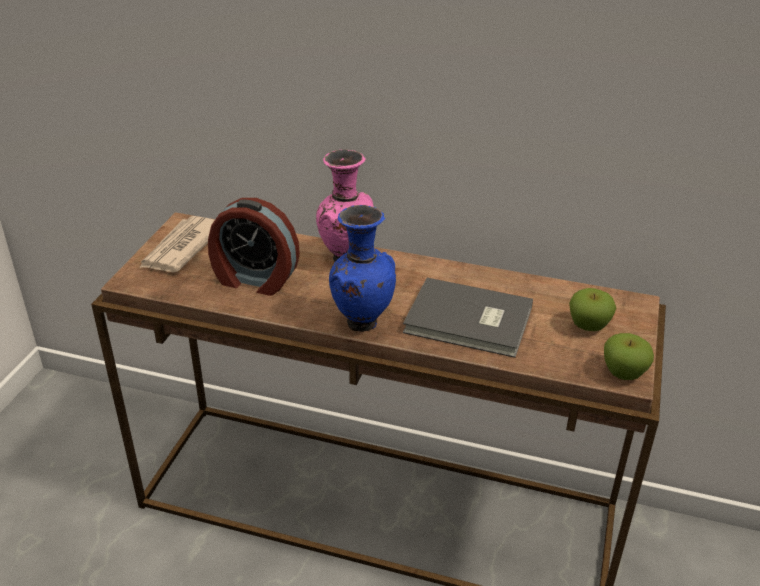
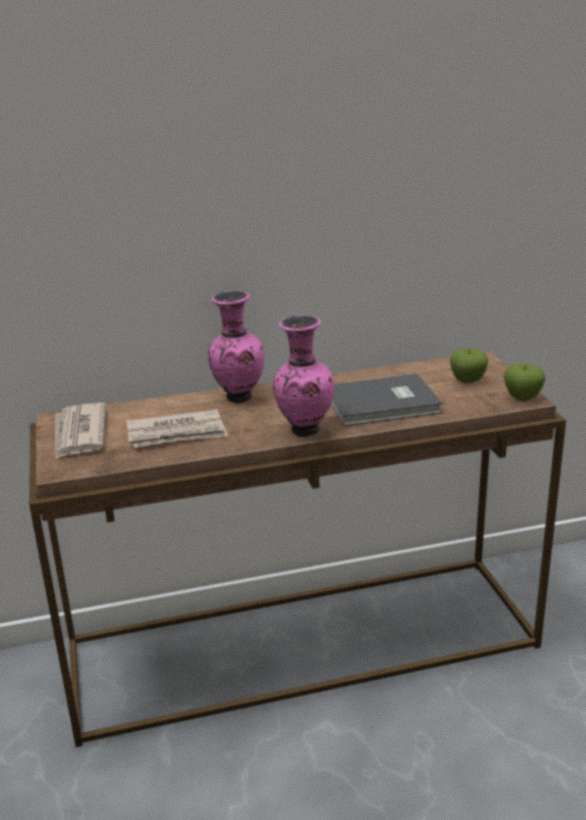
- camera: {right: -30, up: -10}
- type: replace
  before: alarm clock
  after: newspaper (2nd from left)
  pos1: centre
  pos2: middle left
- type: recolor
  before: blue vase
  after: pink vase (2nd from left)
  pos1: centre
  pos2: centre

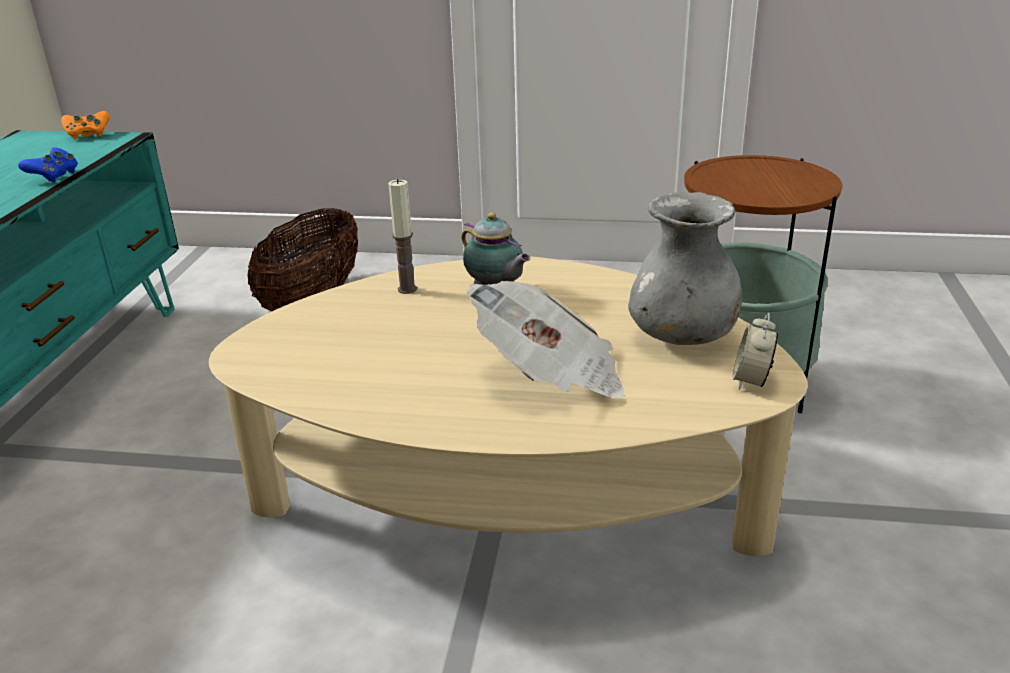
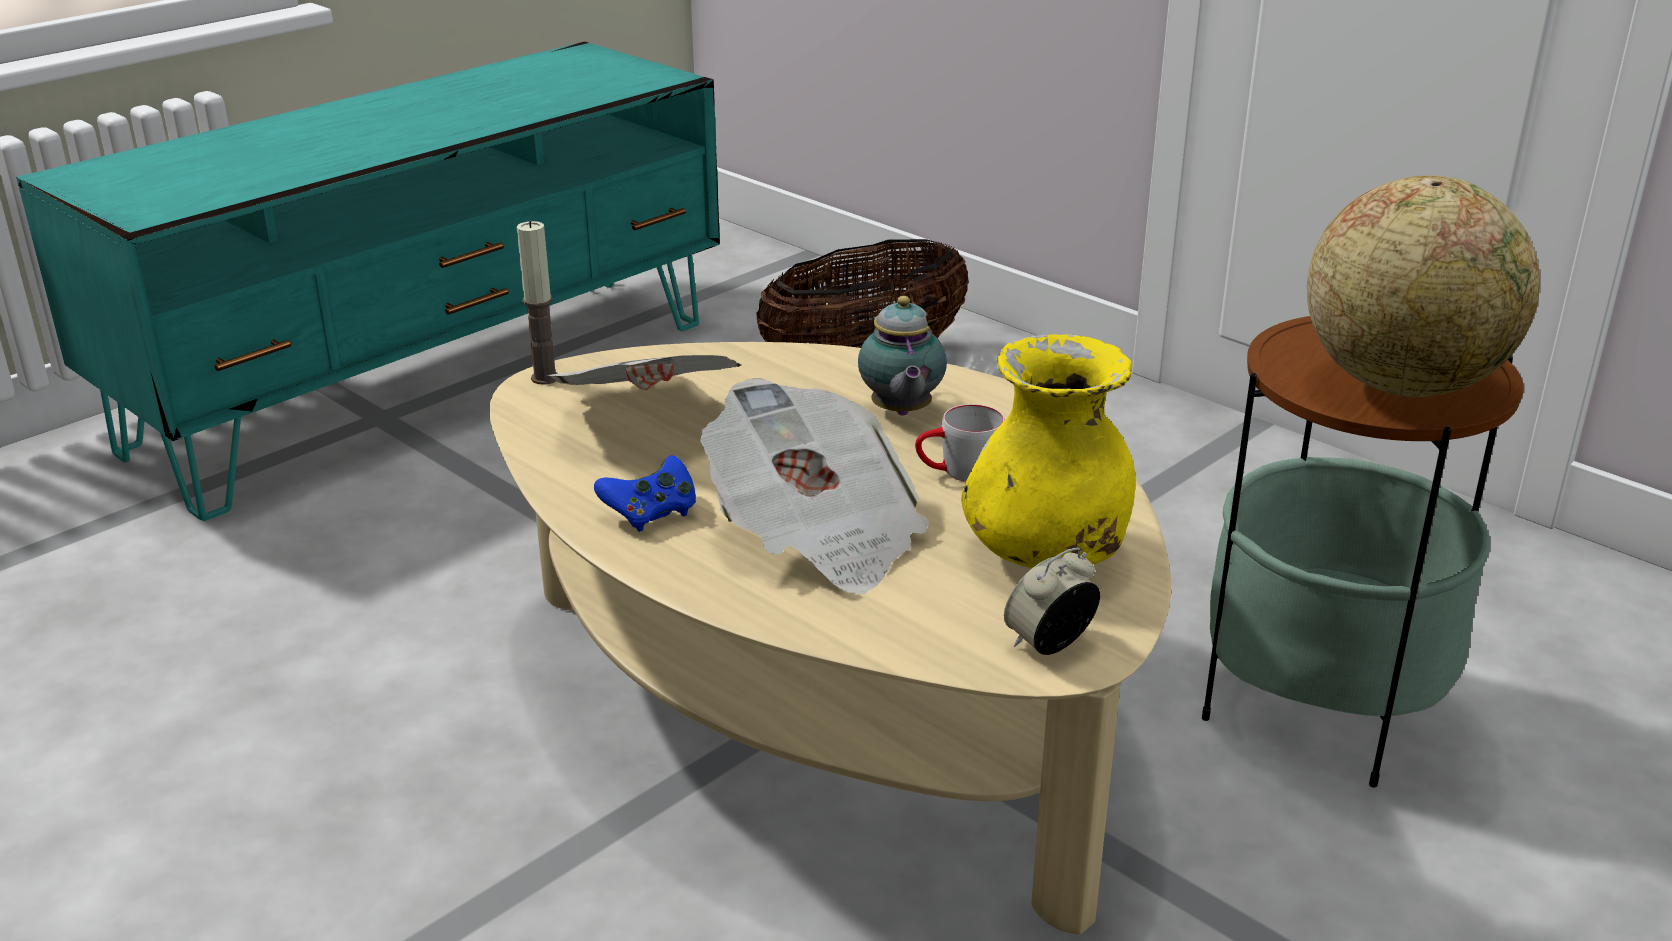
- camera: {right: 35, up: 0}
- type: move
  before: blue game controller
  pos1: top left
  pos2: centre
- type: delete
  before: orange game controller
  pos1: top left
- type: move
  before: candle
  pos1: centre
  pos2: top left
- type: recolor
  before: grey vase
  after: yellow vase
  pos1: middle right
  pos2: centre
- type: insert
  after: newspaper (1st from left)
  pos2: centre
- type: insert
  after: grey mug
  pos2: centre
- type: insert
  after: globe
  pos2: top right

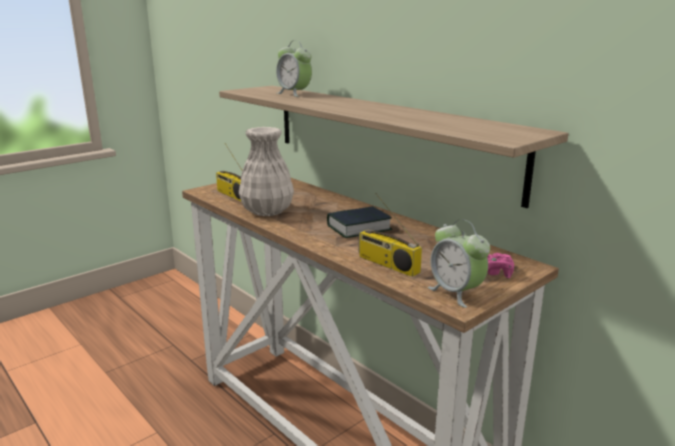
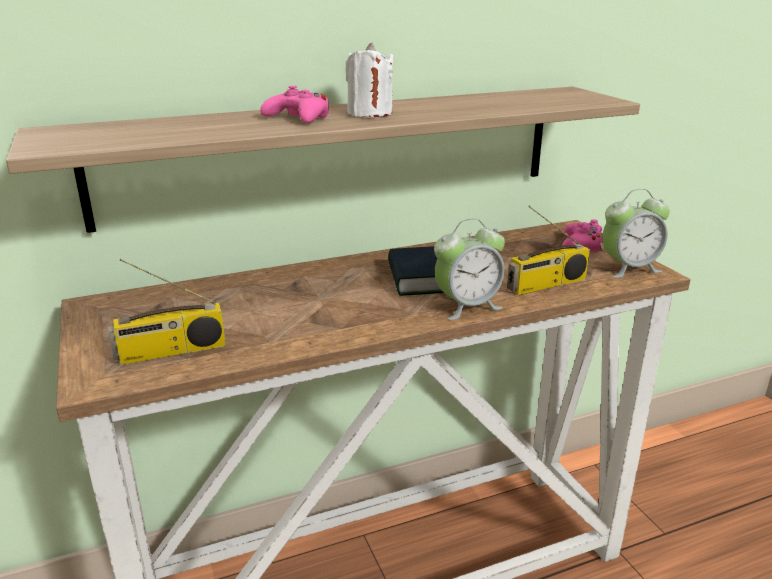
- camera: {right: -70, up: 5}
- type: delete
  before: white vase
  pos1: centre
- type: move
  before: alarm clock (1st from left)
  pos1: top centre
  pos2: centre
- type: insert
  after: pink game controller (1st from left)
  pos2: top centre
- type: insert
  after: white candle
  pos2: top centre

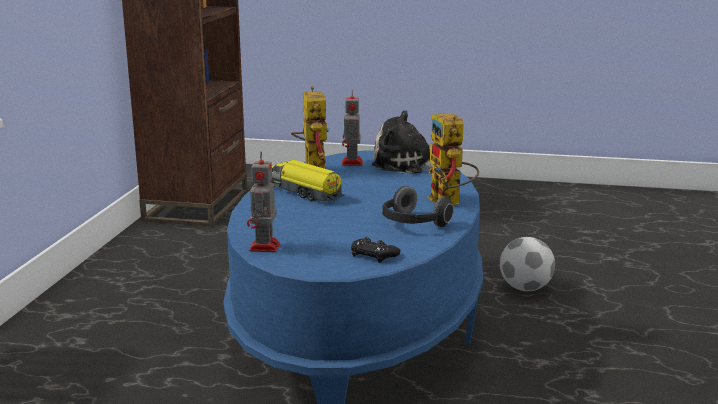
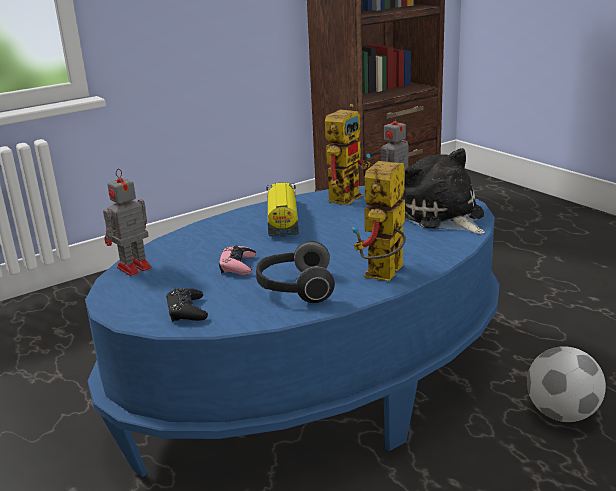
- camera: {right: 45, up: 5}
- type: insert
  after: pink game controller
  pos2: centre

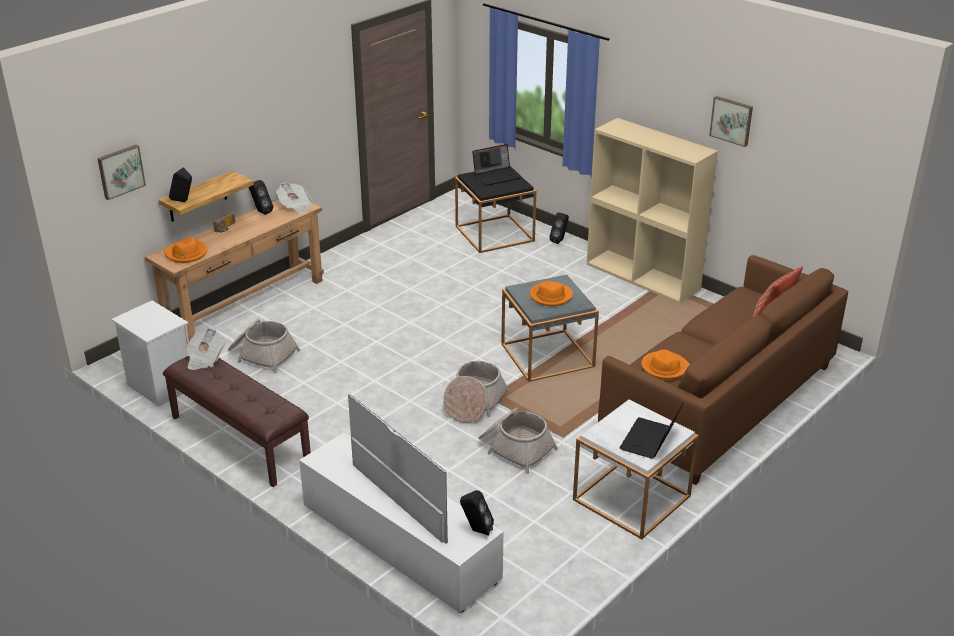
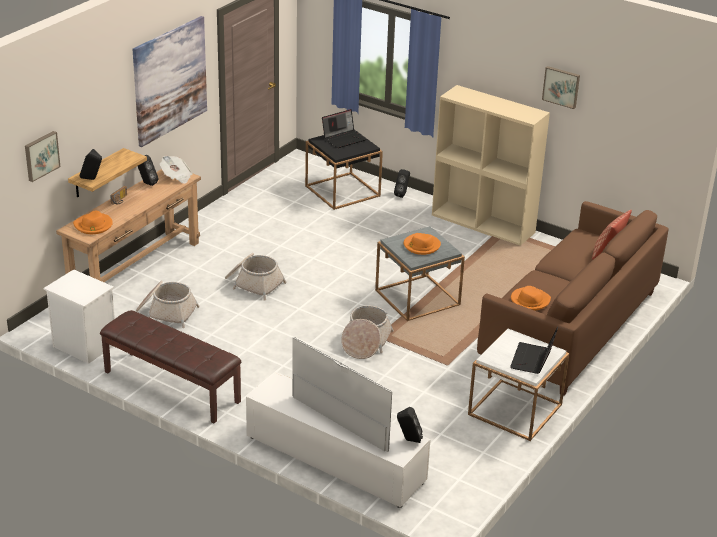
- camera: {right: -10, up: 0}
- type: delete
  before: newspaper (1st from left)
  pos1: middle left
- type: move
  before: basket (3rd from left in the first image)
  after: basket (2nd from left)
  pos1: bottom centre
  pos2: centre
- type: insert
  after: picture (2nd from left)
  pos2: top left

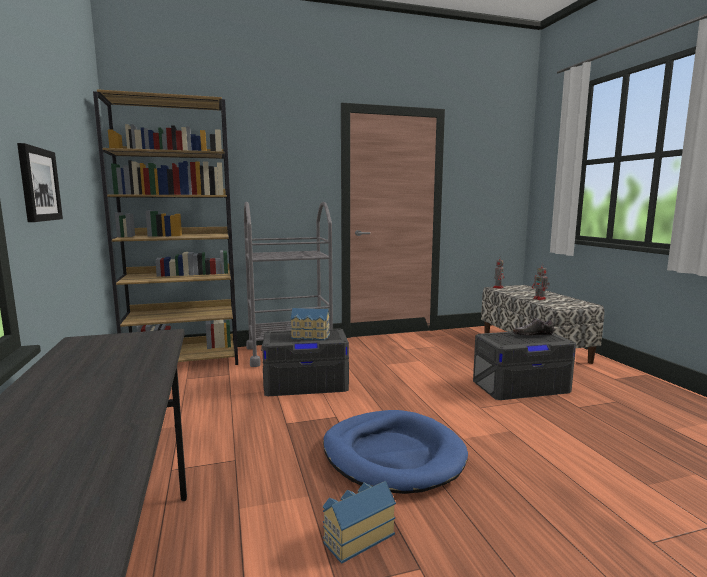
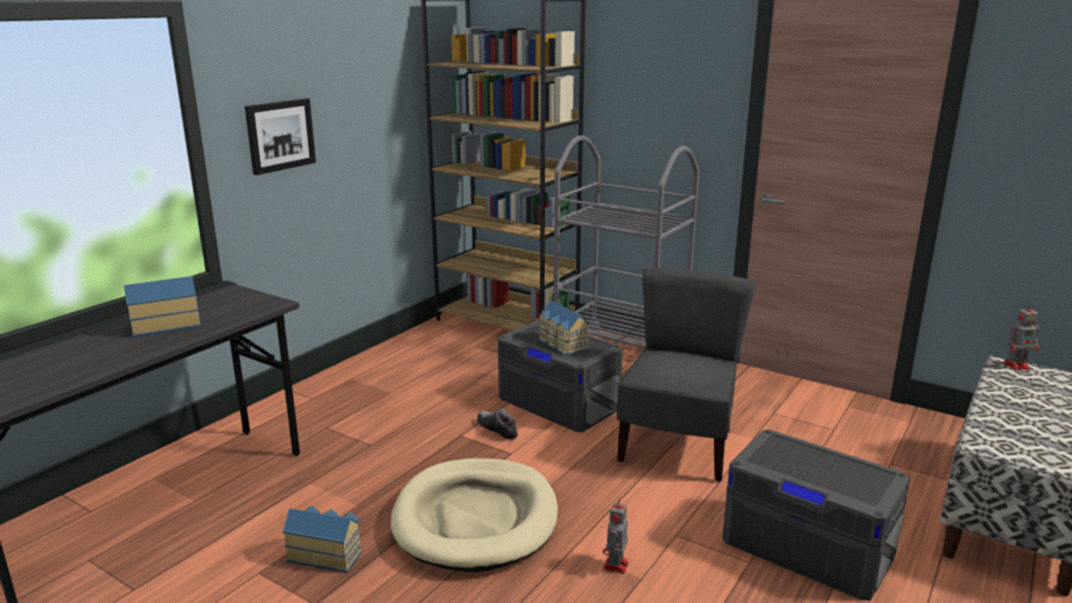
- camera: {right: 50, up: 10}
- type: recolor
  before: blue dog bed
  after: beige dog bed
  pos1: bottom centre
  pos2: bottom centre
- type: move
  before: shoe
  pos1: middle right
  pos2: bottom centre
- type: move
  before: toy robot (2nd from left in the first image)
  after: toy robot (1st from left)
  pos1: middle right
  pos2: bottom centre
- type: insert
  after: toy house (1st from left)
  pos2: middle left
- type: insert
  after: grey chair
  pos2: centre

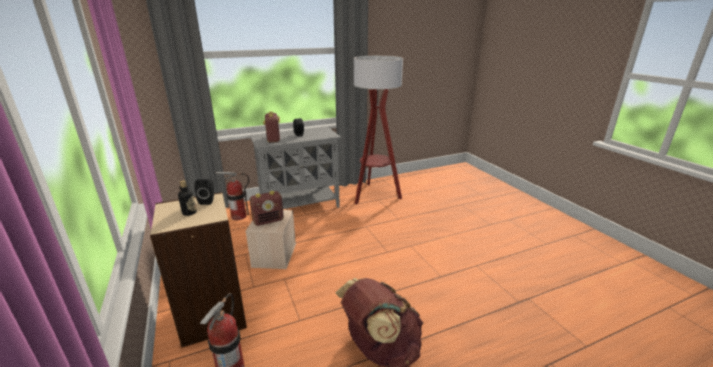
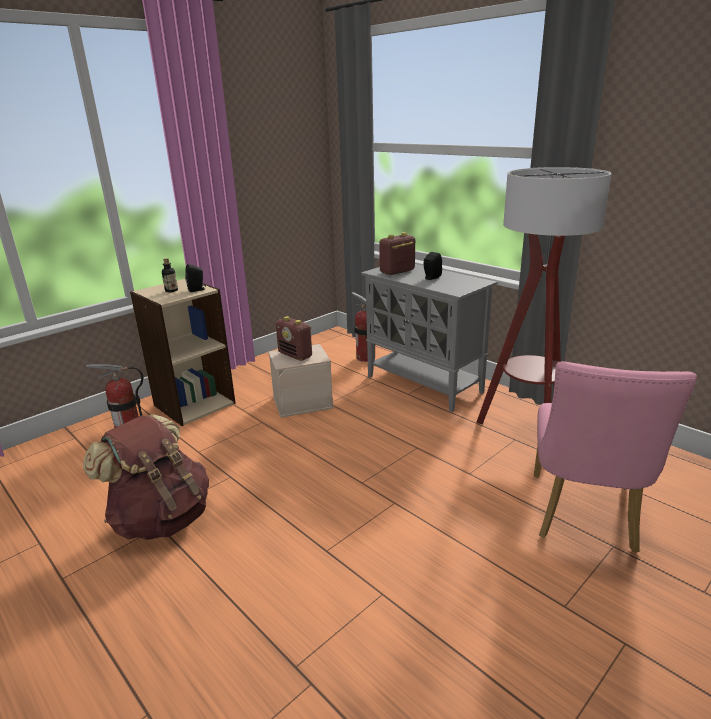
- camera: {right: 70, up: 0}
- type: insert
  after: pink chair
  pos2: middle right

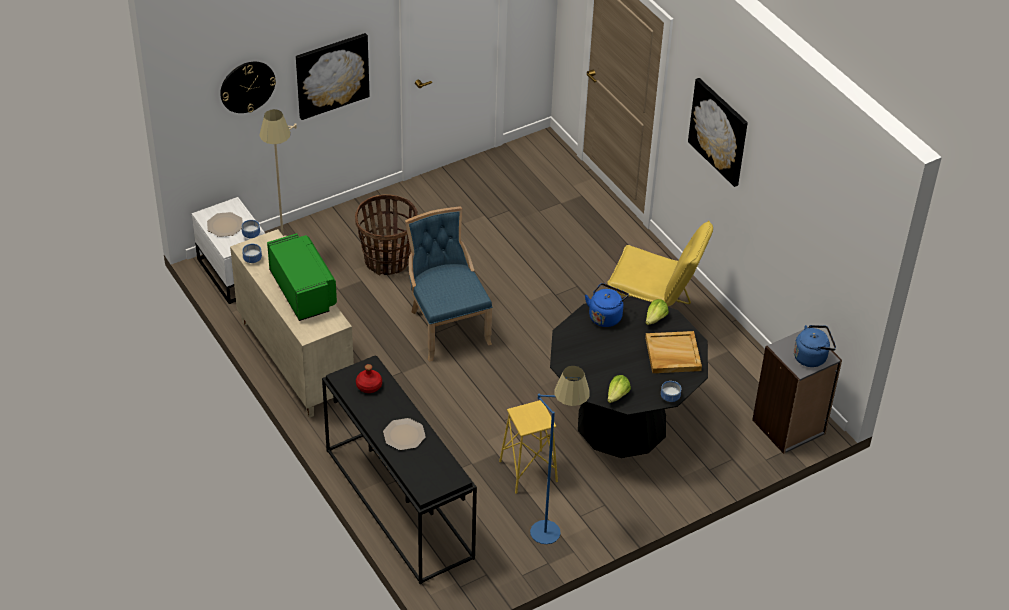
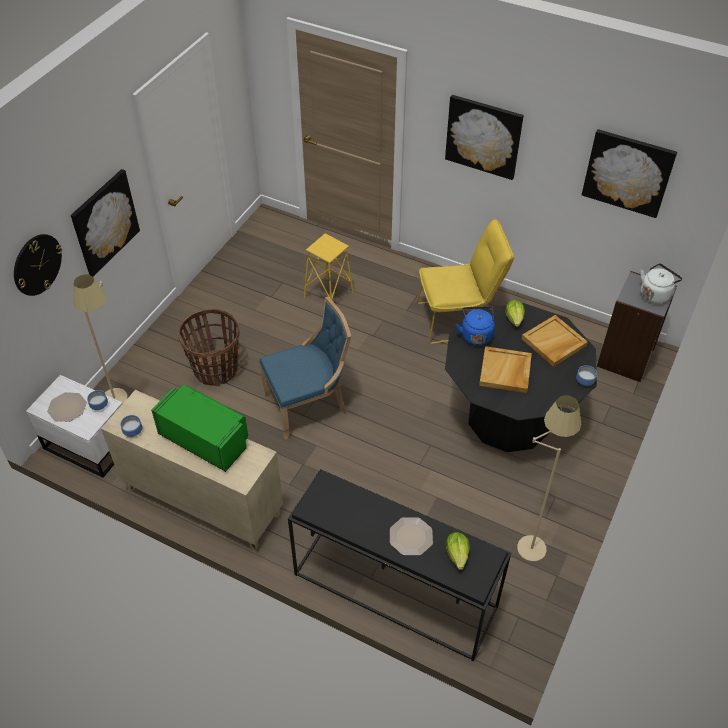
- camera: {right: -30, up: 5}
- type: delete
  before: red bottle
  pos1: centre
- type: rotate
  before: blue chair
  pos1: centre
  pos2: centre
  turn: 120
- type: move
  before: yellow stool
  pos1: bottom centre
  pos2: centre
- type: recolor
  before: blue floor lamp
  after: beige floor lamp (2nd from left)
  pos1: bottom centre
  pos2: middle right
- type: move
  before: lettuce (1st from left)
  pos1: centre
  pos2: bottom centre
- type: recolor
  before: blue kettle (2nd from left)
  after: white kettle
  pos1: middle right
  pos2: middle right
- type: insert
  after: beige tray (1st from left)
  pos2: middle right
- type: insert
  after: picture (3rd from left)
  pos2: top right

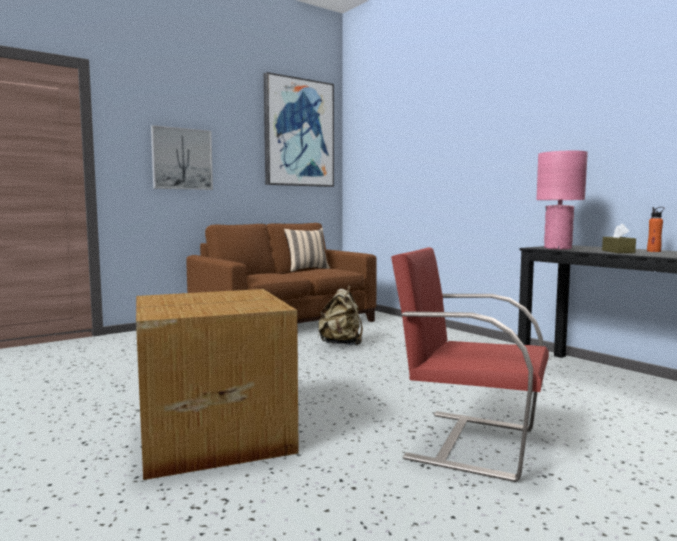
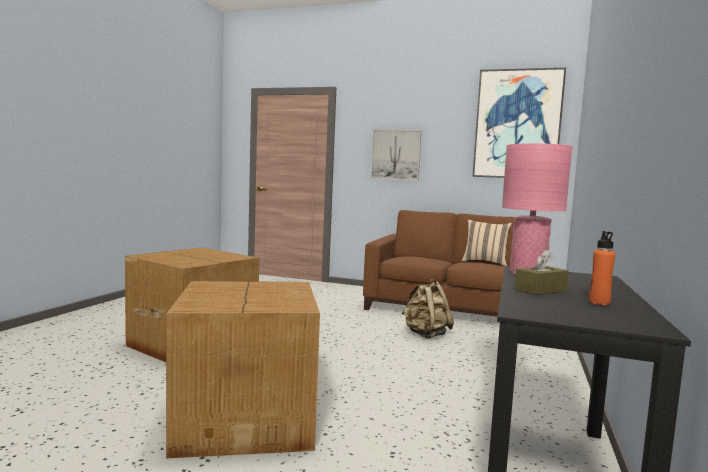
- camera: {right: 55, up: 0}
- type: replace
  before: red chair
  after: cardboard box (2nd from left)
  pos1: bottom right
  pos2: bottom centre

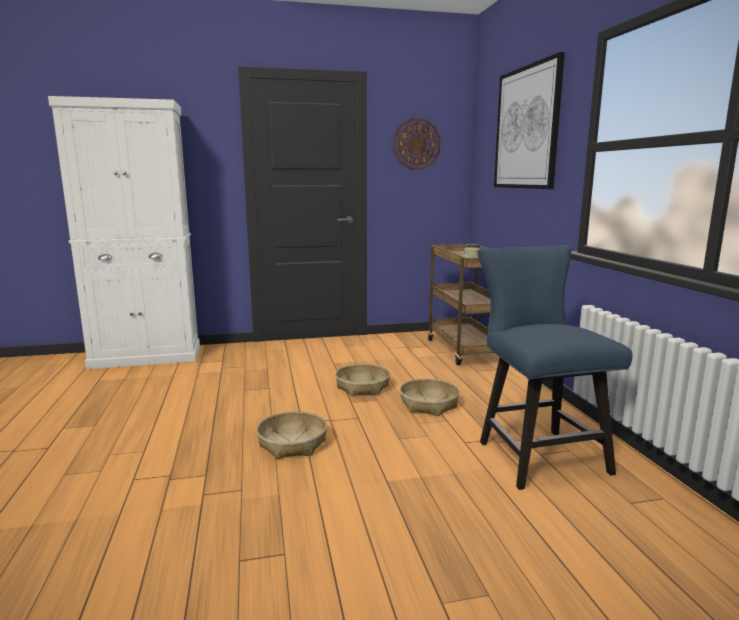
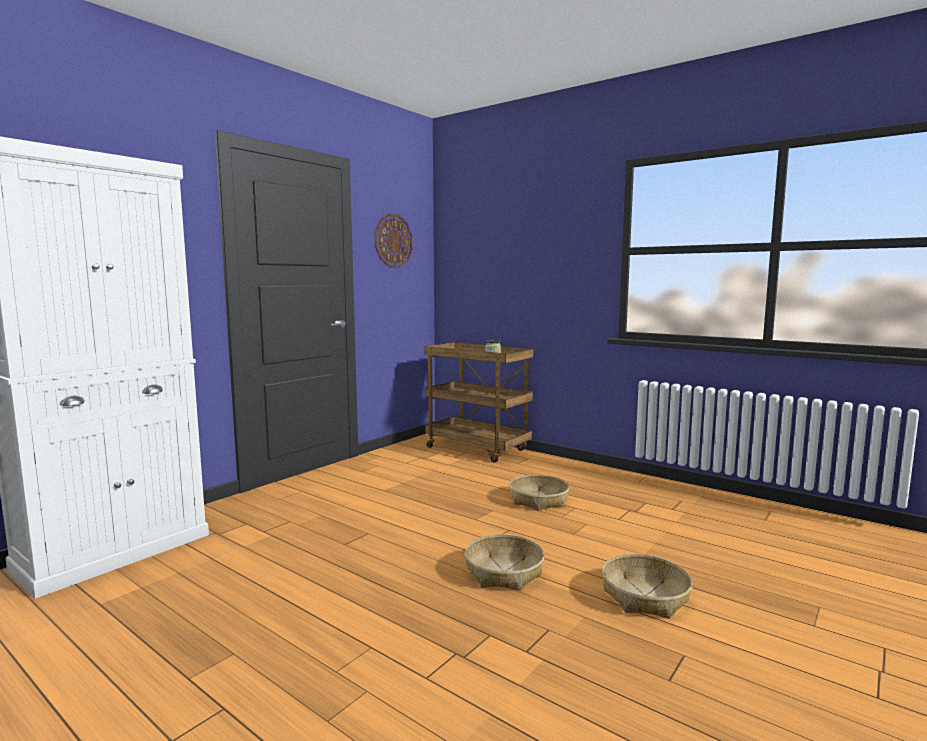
- camera: {right: -40, up: -5}
- type: move
  before: basket (2nd from left in the first image)
  after: basket (3rd from left)
  pos1: centre
  pos2: bottom right
- type: delete
  before: blue chair
  pos1: middle right
- type: delete
  before: picture
  pos1: top right

